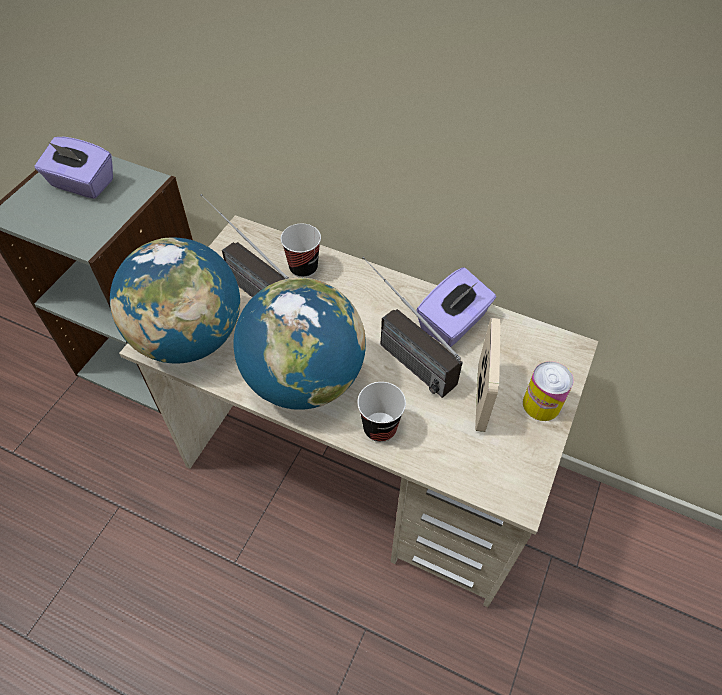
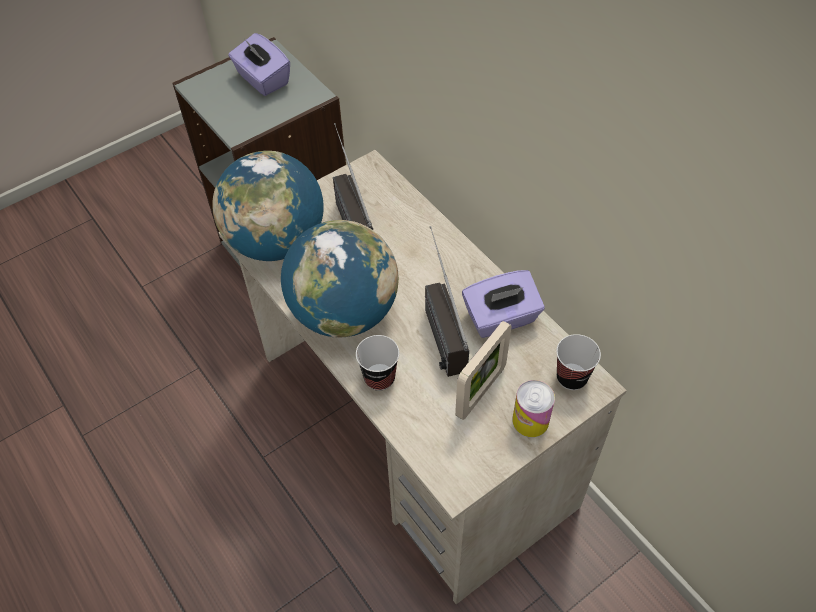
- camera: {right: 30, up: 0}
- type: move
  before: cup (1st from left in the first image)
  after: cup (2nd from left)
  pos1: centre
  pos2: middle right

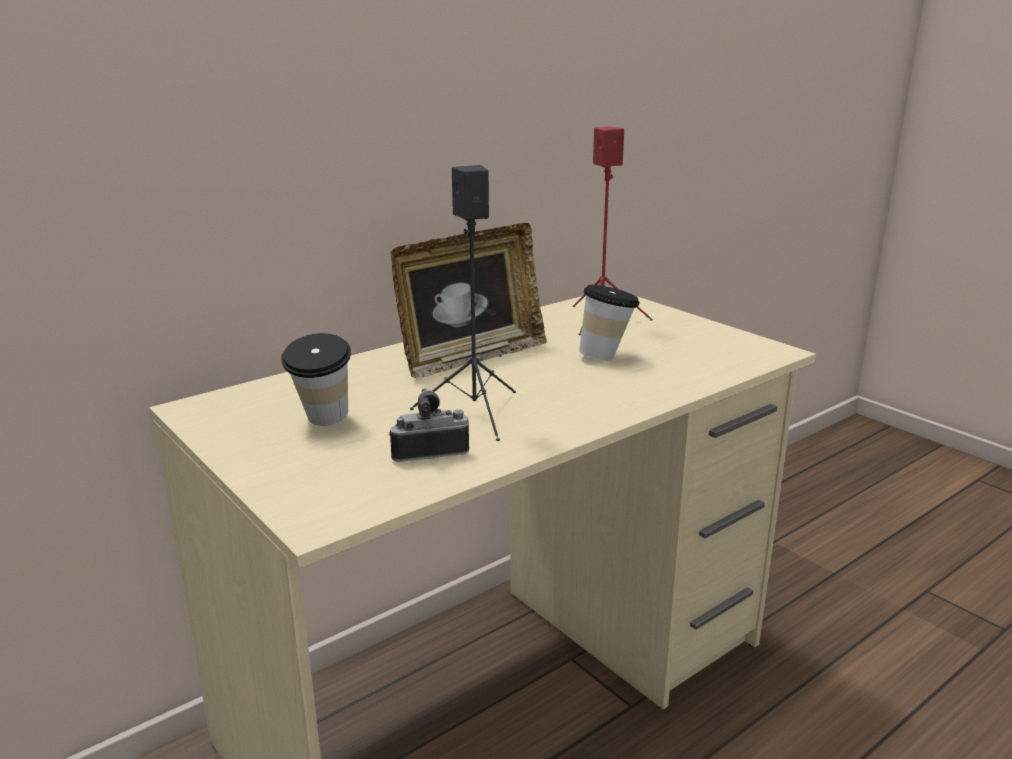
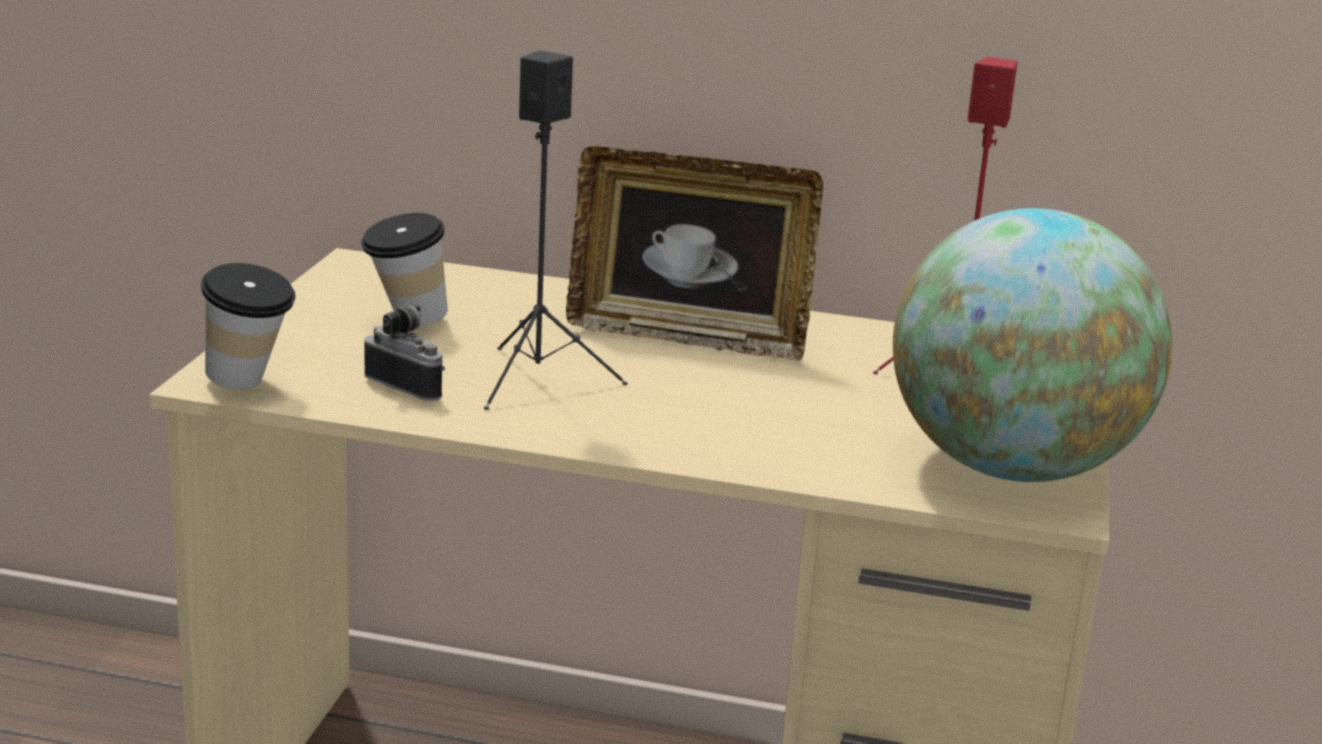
- camera: {right: 50, up: 0}
- type: move
  before: cup (2nd from left in the first image)
  after: cup (1st from left)
  pos1: centre
  pos2: middle left
- type: insert
  after: globe
  pos2: middle right

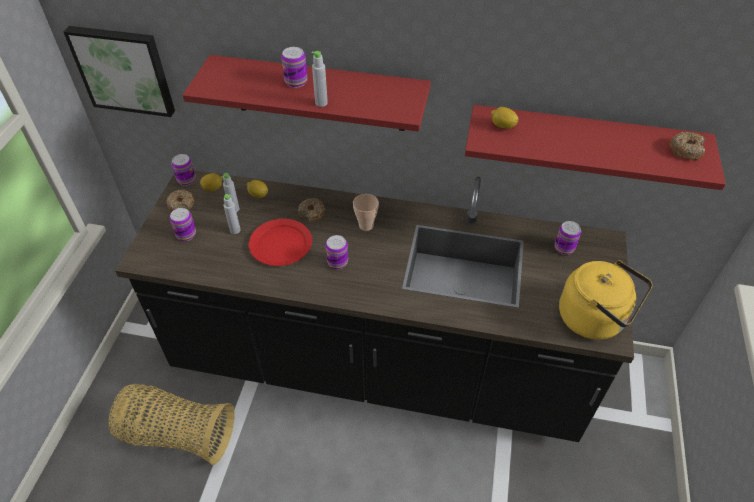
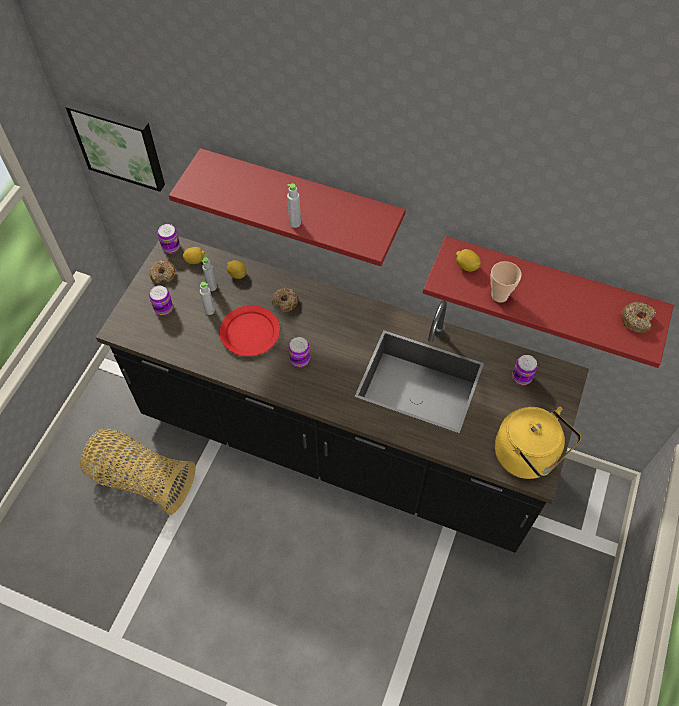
- camera: {right: 10, up: 10}
- type: delete
  before: can (3rd from left)
  pos1: top centre
- type: move
  before: cup
  pos1: centre
  pos2: middle right

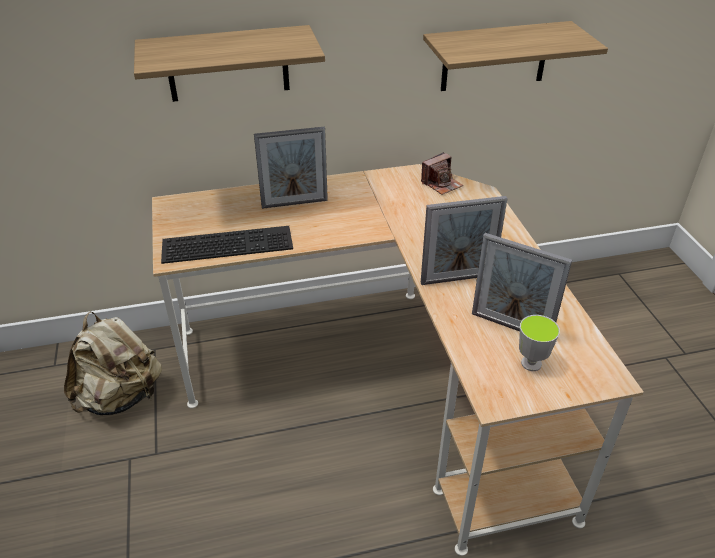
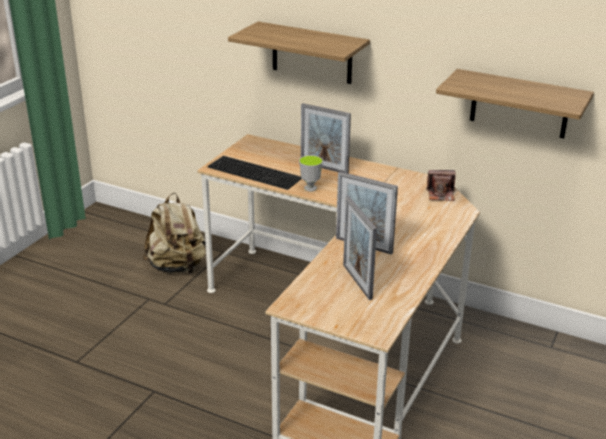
- camera: {right: 40, up: -10}
- type: move
  before: cup
  pos1: middle right
  pos2: centre

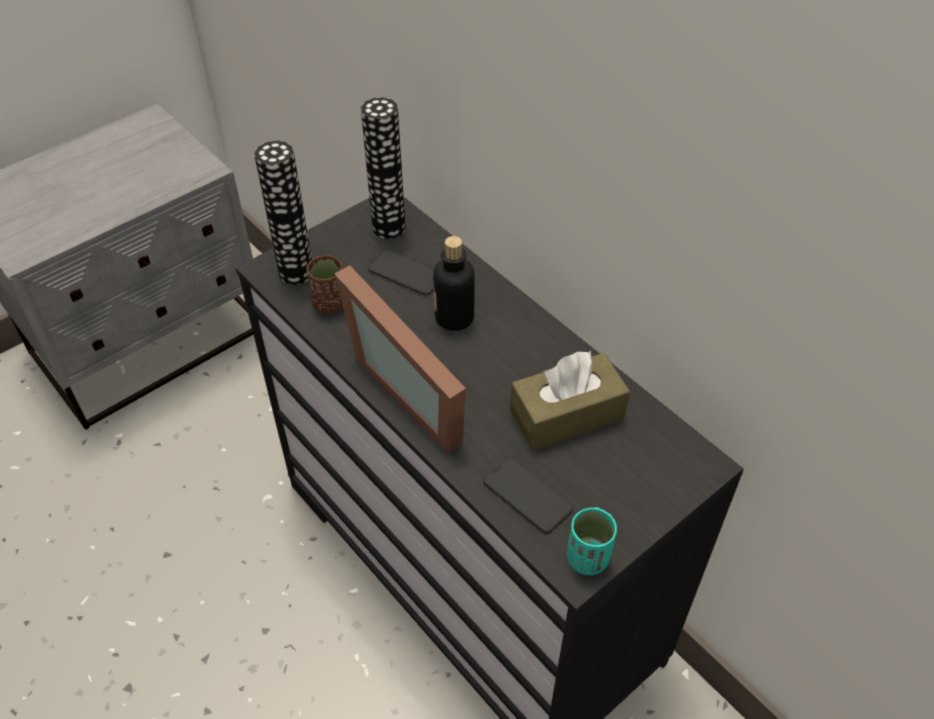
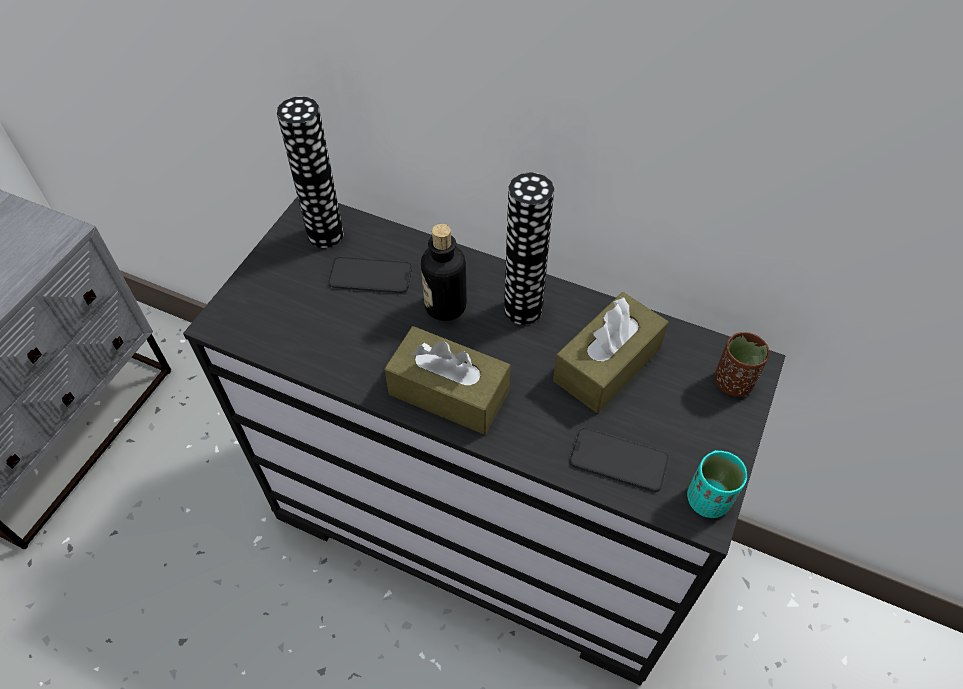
- camera: {right: -25, up: 5}
- type: move
  before: vase (1st from left in the first image)
  after: vase (2nd from left)
  pos1: top left
  pos2: centre
- type: move
  before: brown cup
  pos1: centre
  pos2: middle right
- type: replace
  before: picture frame
  after: brown tissue box (1st from left)
  pos1: centre
  pos2: centre

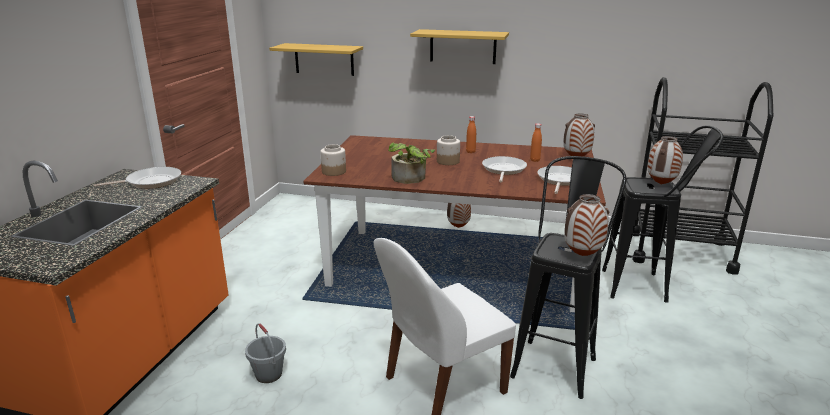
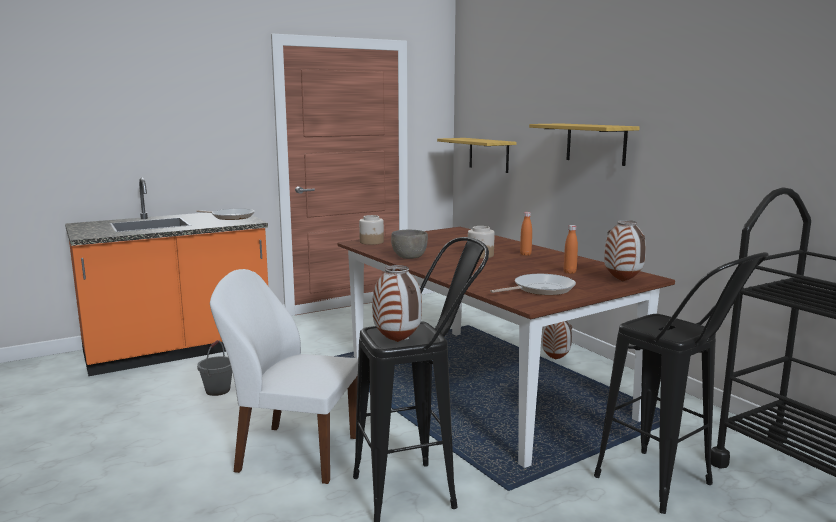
- camera: {right: 45, up: -10}
- type: replace
  before: potted plant
  after: grey bowl
  pos1: centre
  pos2: centre
- type: delete
  before: frying pan (2nd from left)
  pos1: centre
- type: delete
  before: vase (4th from left)
  pos1: middle right

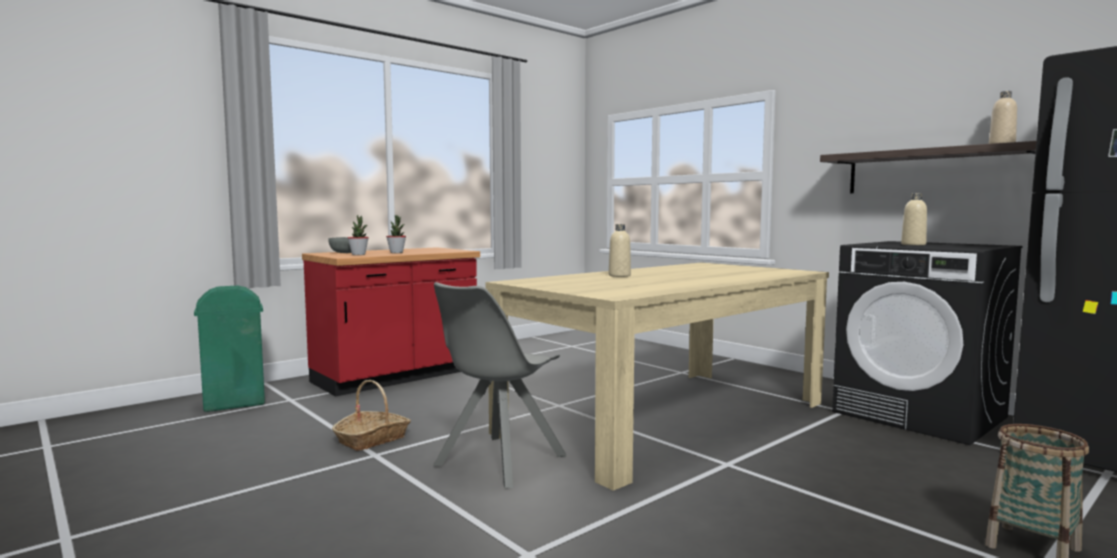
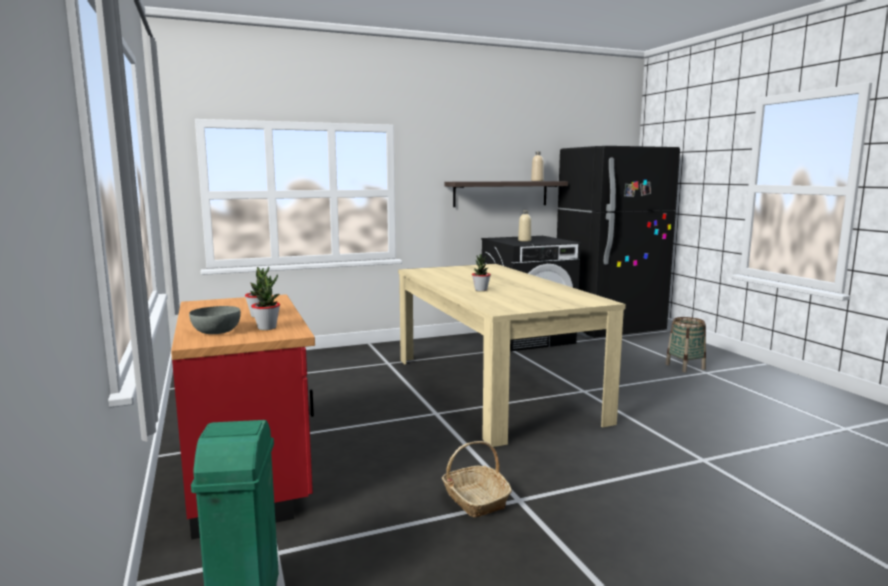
- camera: {right: -70, up: 5}
- type: delete
  before: grey chair
  pos1: bottom centre
- type: replace
  before: beige bottle (1st from left)
  after: potted plant (3rd from left)
  pos1: centre
  pos2: centre

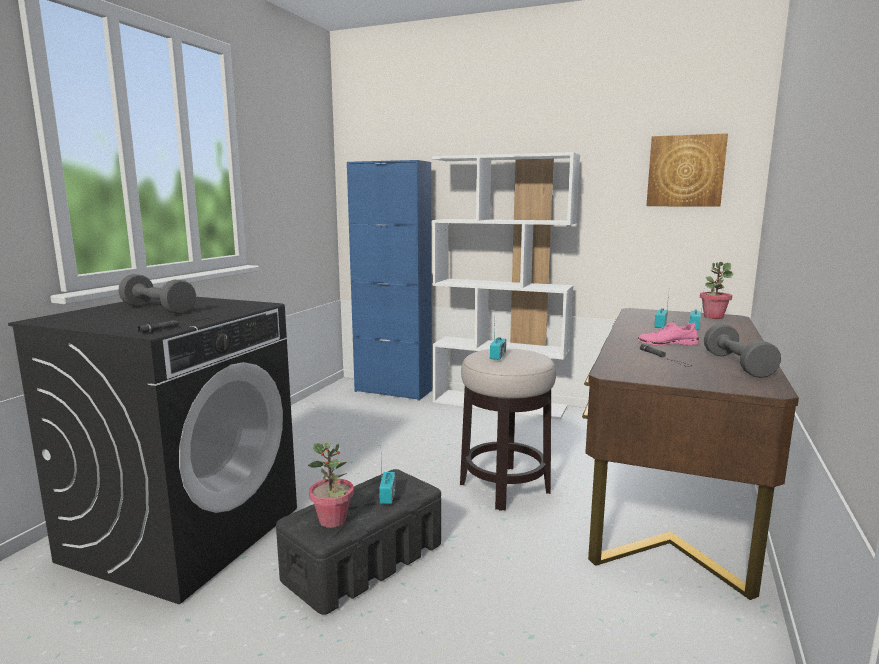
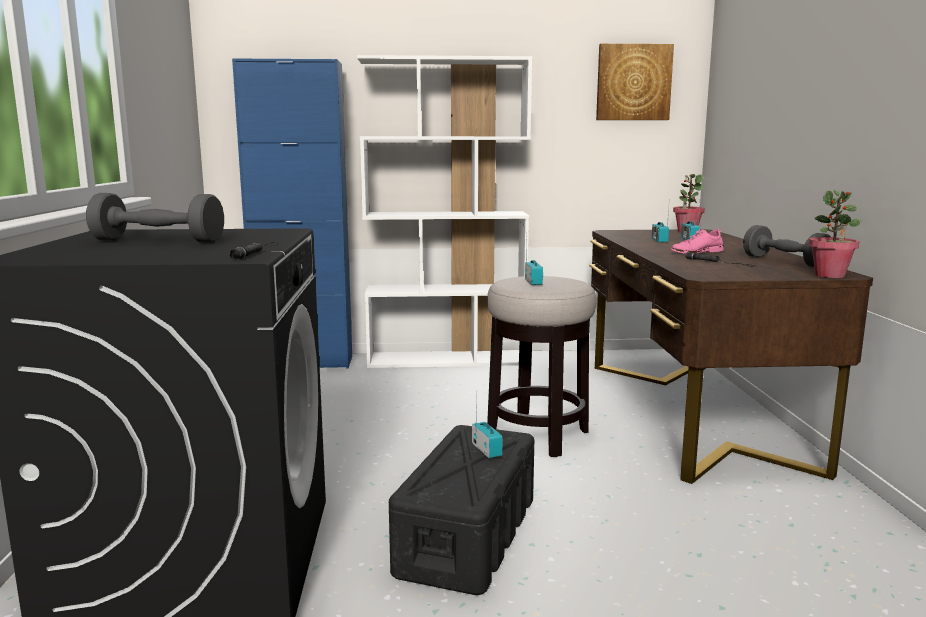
- camera: {right: -25, up: 0}
- type: move
  before: potted plant (1st from left in the first image)
  after: potted plant (2nd from left)
  pos1: bottom centre
  pos2: middle right

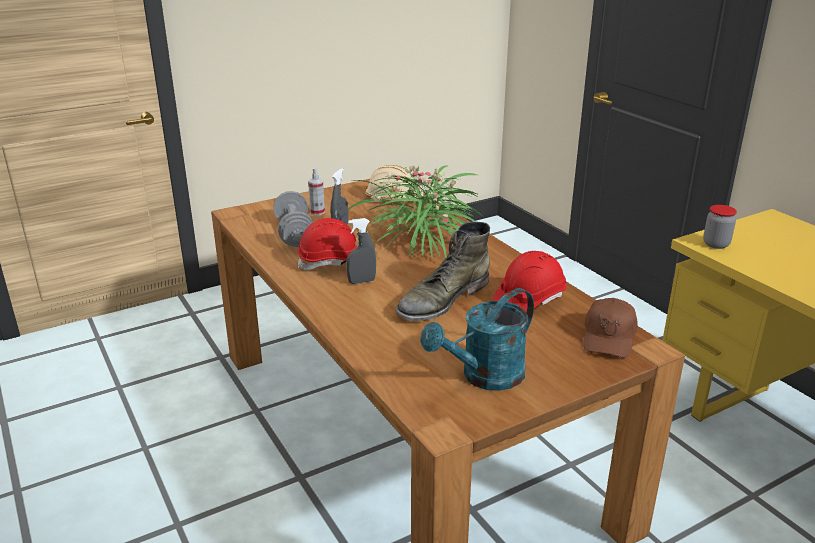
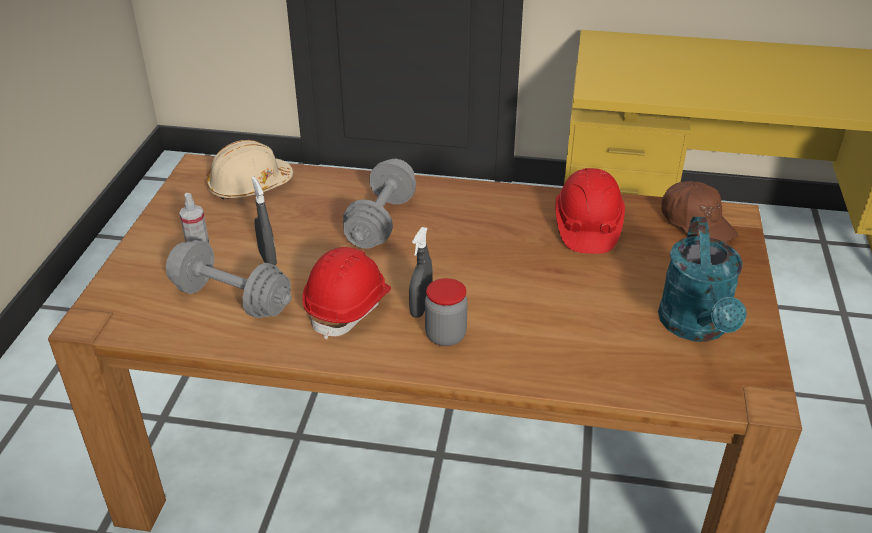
- camera: {right: -50, up: 10}
- type: replace
  before: potted plant
  after: grey dumbbell (2nd from left)
  pos1: centre
  pos2: centre
- type: delete
  before: green boot
  pos1: centre
- type: move
  before: jar
  pos1: middle right
  pos2: centre

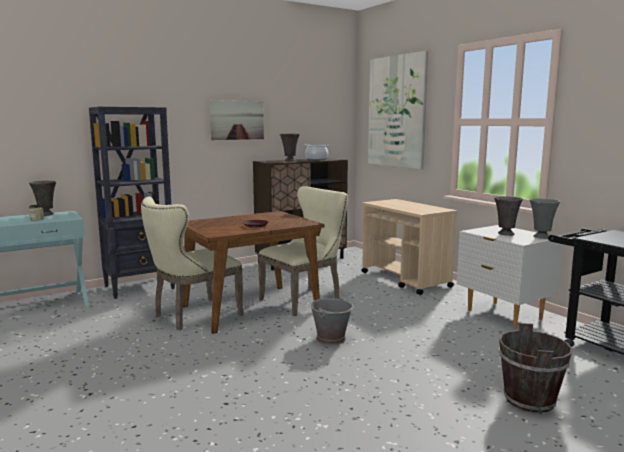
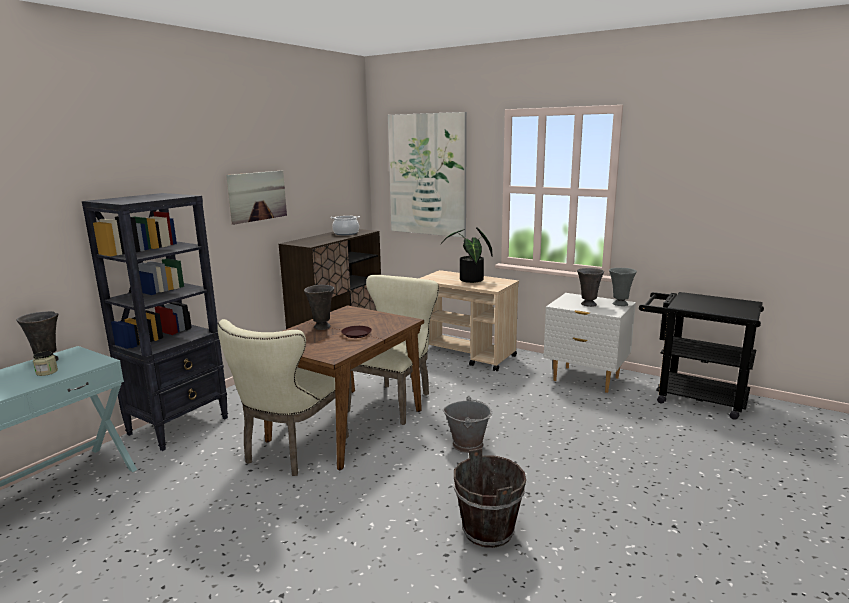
- camera: {right: -25, up: 5}
- type: move
  before: grey vase (2nd from left)
  pos1: top centre
  pos2: centre
- type: move
  before: brown bucket
  pos1: bottom right
  pos2: bottom centre
- type: insert
  after: potted plant
  pos2: centre

